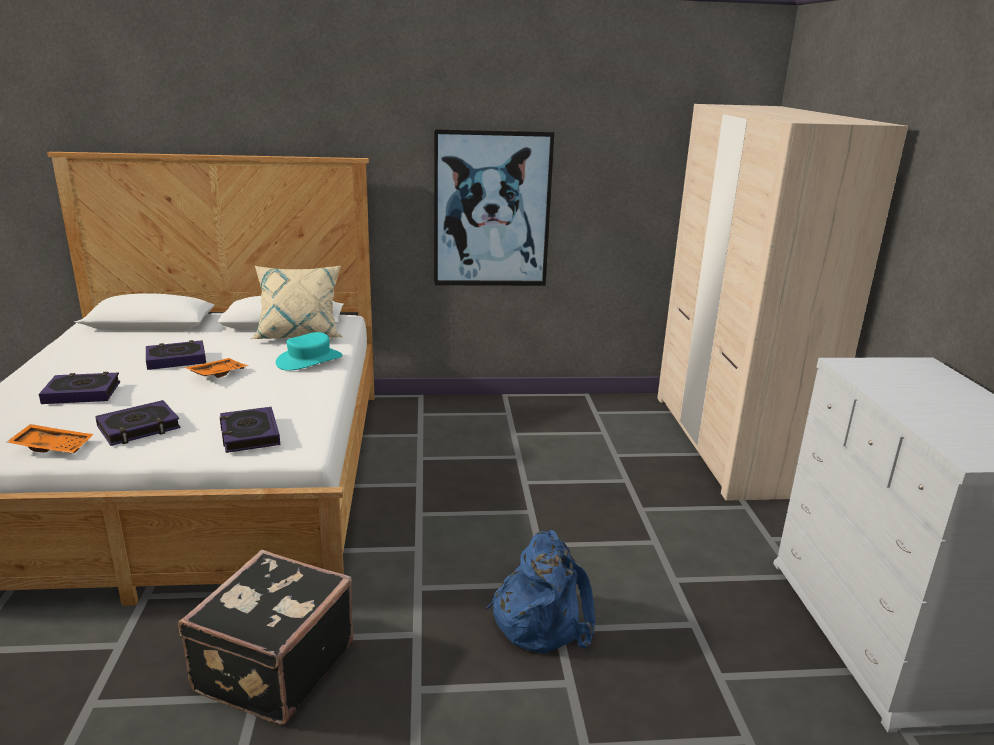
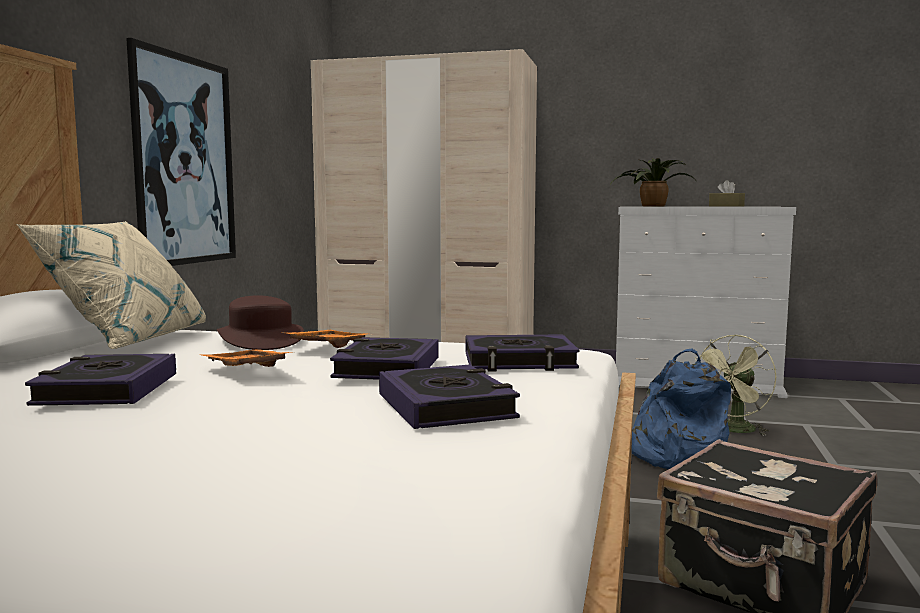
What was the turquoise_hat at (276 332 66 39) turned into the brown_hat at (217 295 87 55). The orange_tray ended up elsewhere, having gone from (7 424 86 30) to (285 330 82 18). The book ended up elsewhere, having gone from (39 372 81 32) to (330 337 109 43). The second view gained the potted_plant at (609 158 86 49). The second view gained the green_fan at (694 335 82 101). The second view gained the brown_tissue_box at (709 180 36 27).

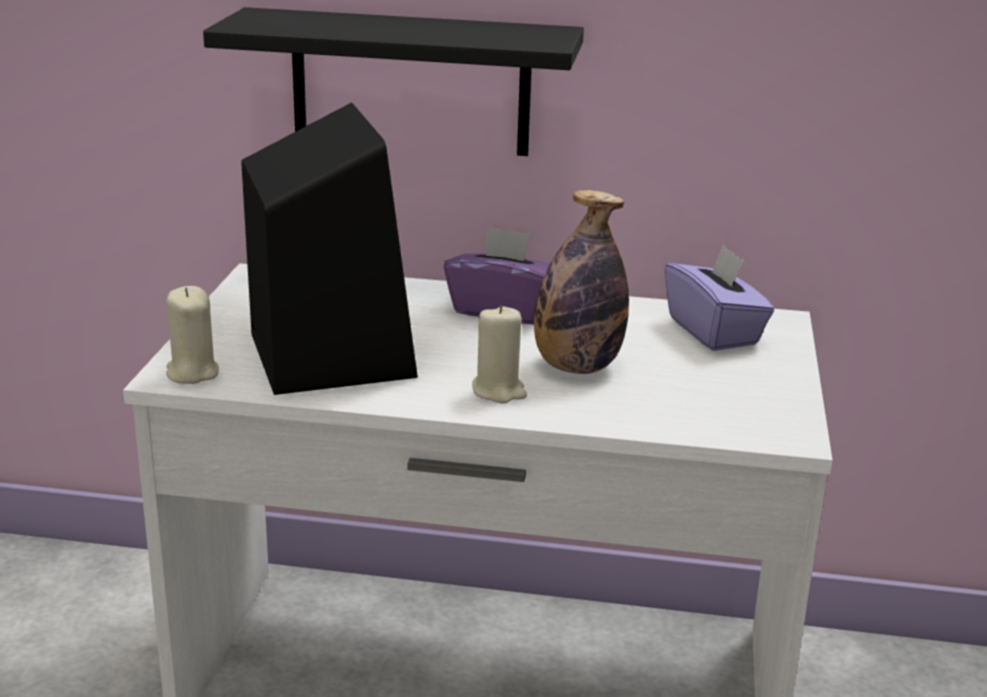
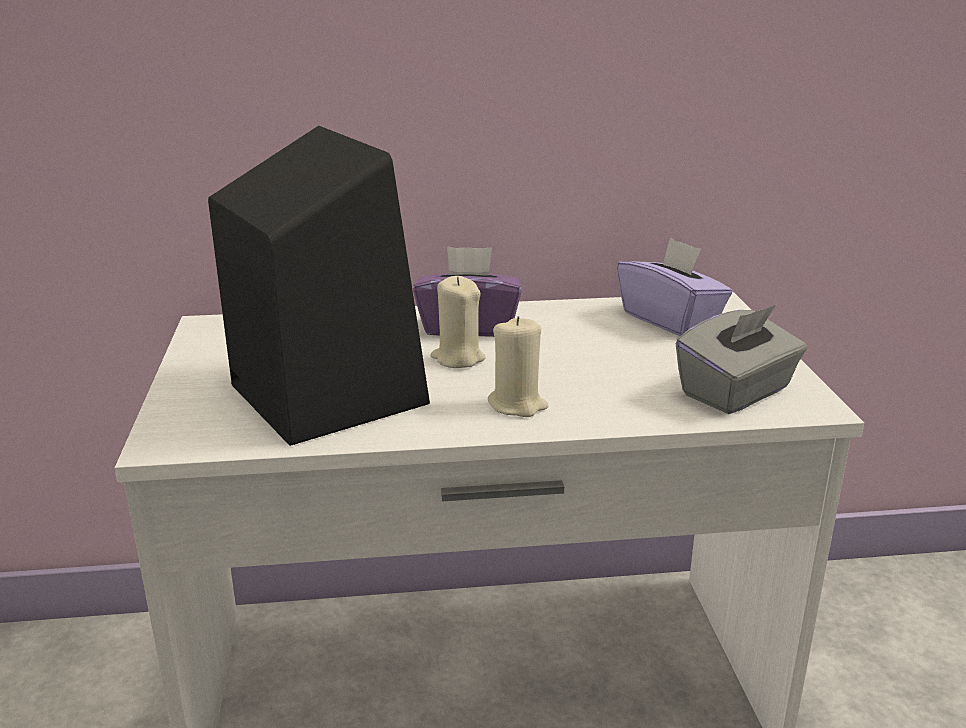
The beige_candle ended up elsewhere, having gone from (166 286 53 98) to (431 276 54 92). The second view gained the grey_tissue_box at (676 305 131 109). The second view lost the black_shelf at (203 7 381 149). The second view lost the bottle at (534 190 95 184).

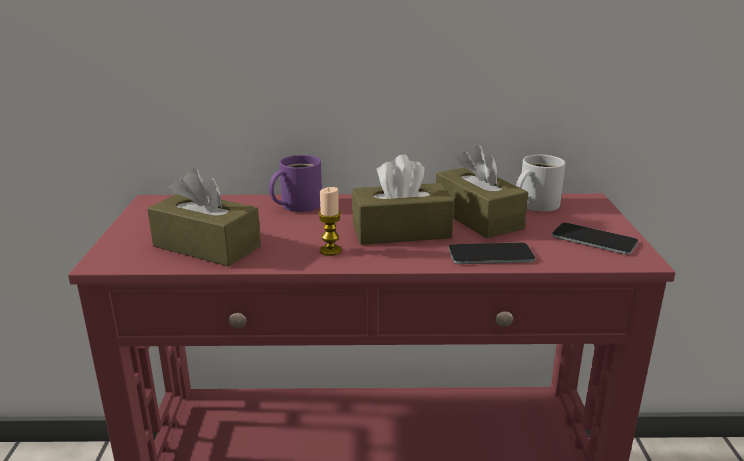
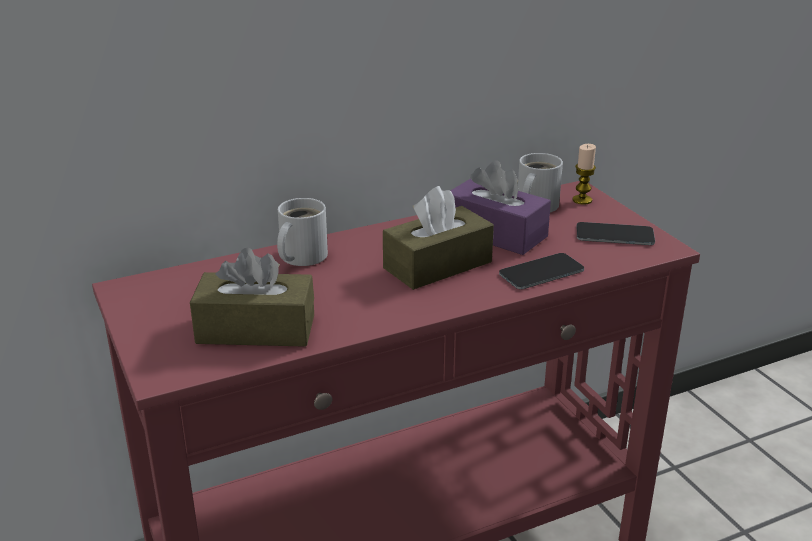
What was the purple_mug at (269 155 53 57) turned into the white_mug at (277 198 51 68). What was the brown_tissue_box at (436 145 92 93) turned into the purple_tissue_box at (450 160 101 95). The candle ended up elsewhere, having gone from (318 187 24 69) to (572 144 24 60).

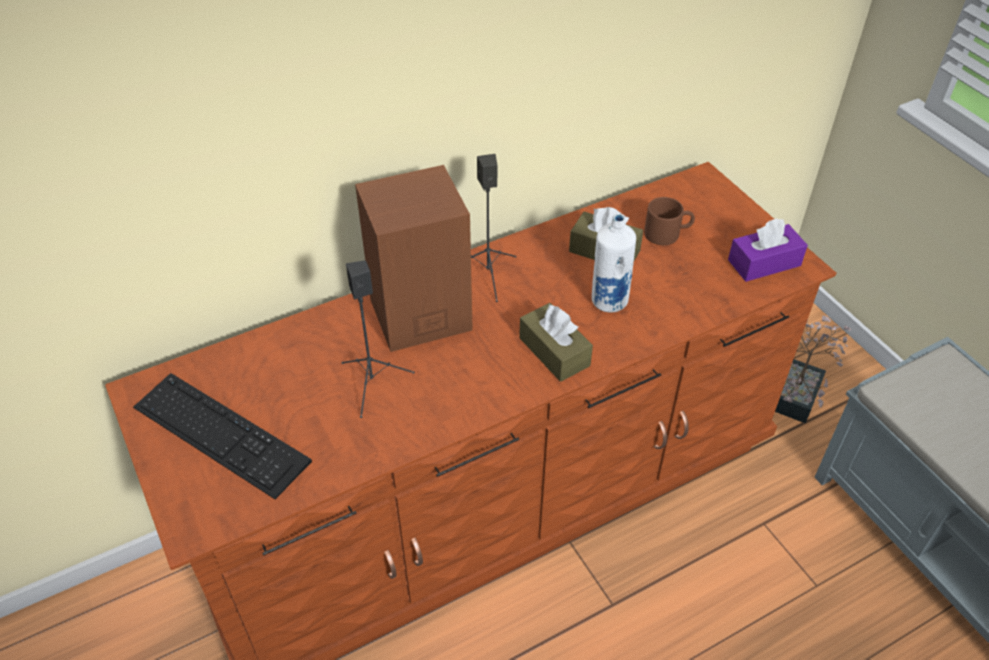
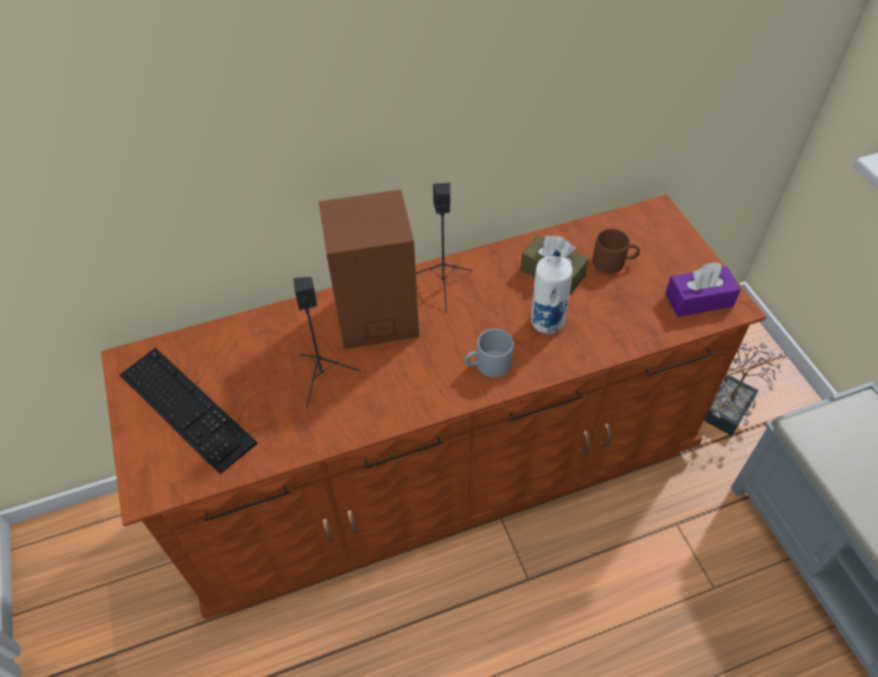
Where the brown_tissue_box stood at (519 303 74 79), the grey_mug came to stand at (464 329 50 48).

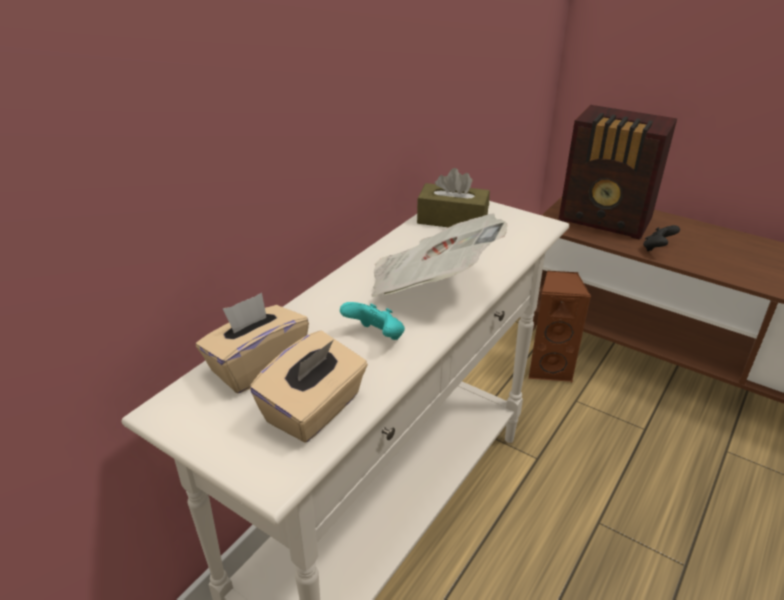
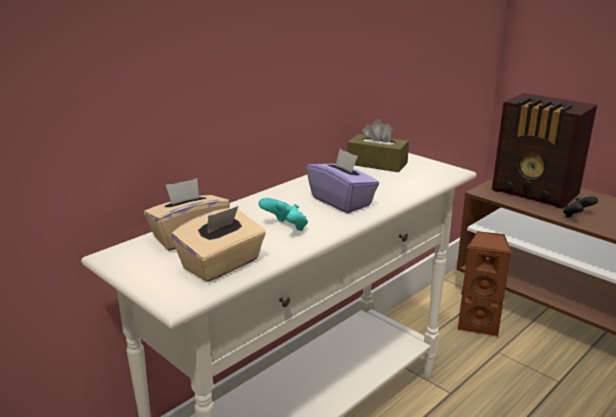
Where the newspaper stood at (371 213 137 84), the purple_tissue_box came to stand at (306 149 73 64).

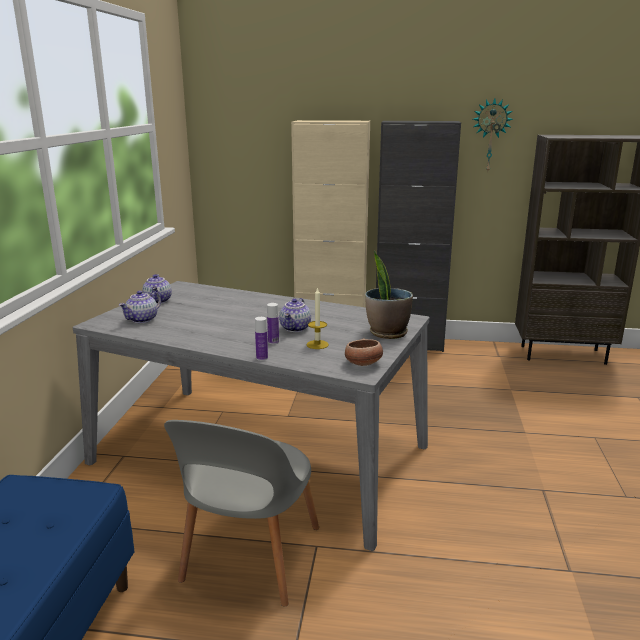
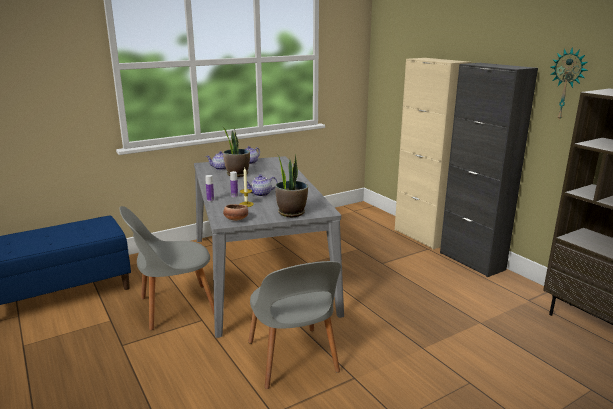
The second view gained the potted_plant at (223 127 27 50). The second view gained the grey_chair at (248 261 93 128).

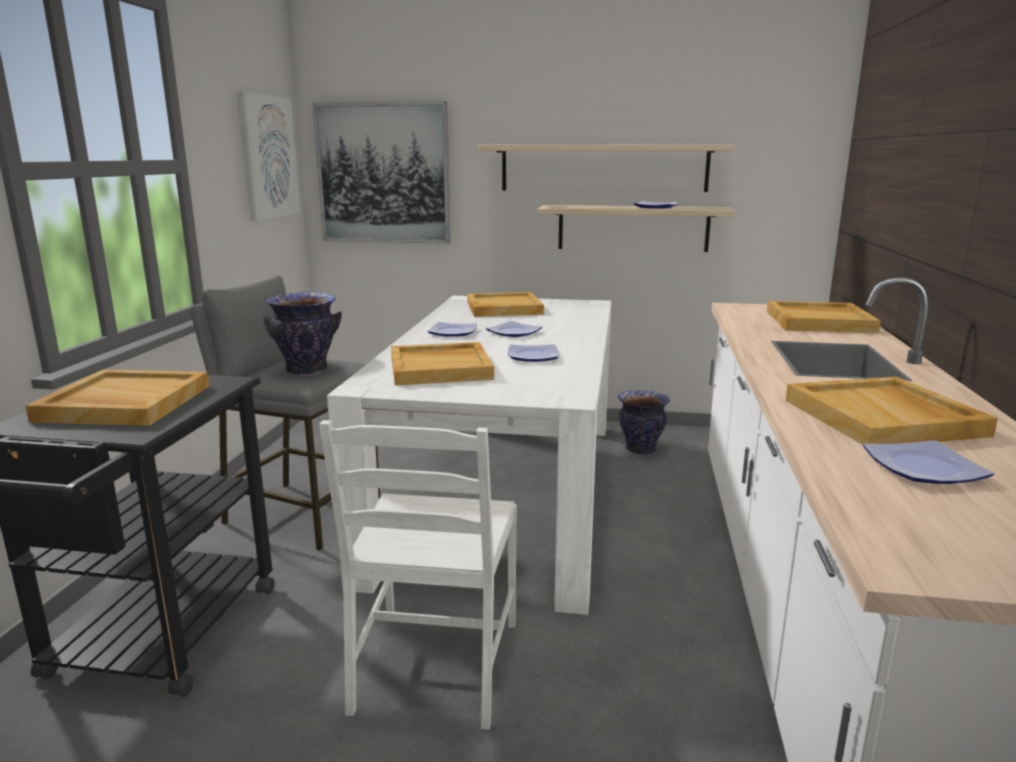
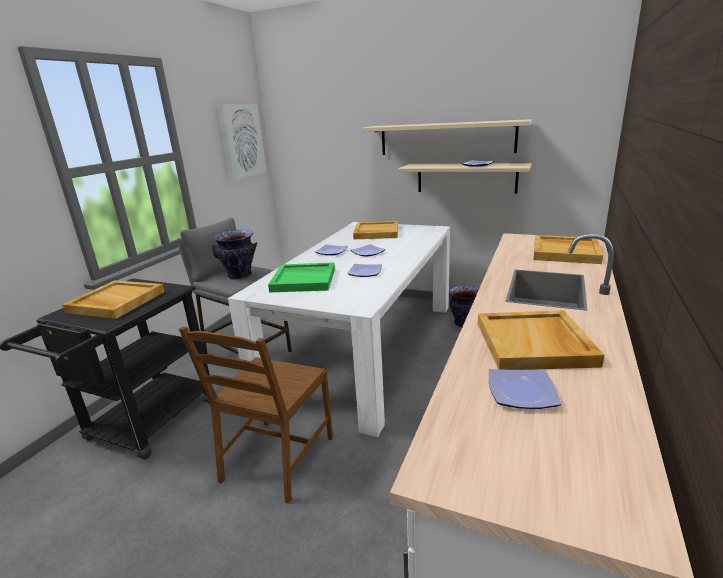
What was the white_chair at (319 420 198 310) turned into the brown_chair at (179 327 154 177). What was the beige_tray at (391 342 103 43) turned into the green_tray at (268 262 67 30). The second view lost the picture at (313 101 138 143).

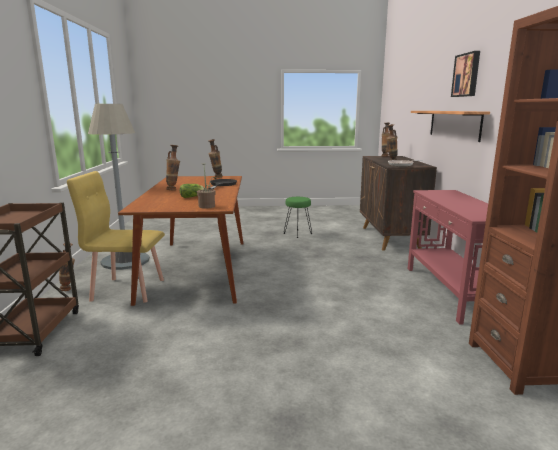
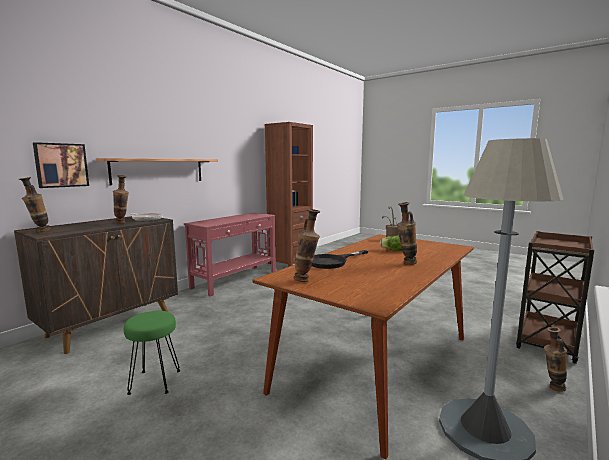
The picture ended up elsewhere, having gone from (451 51 29 46) to (33 142 56 46). The second view lost the yellow_chair at (67 171 98 132).

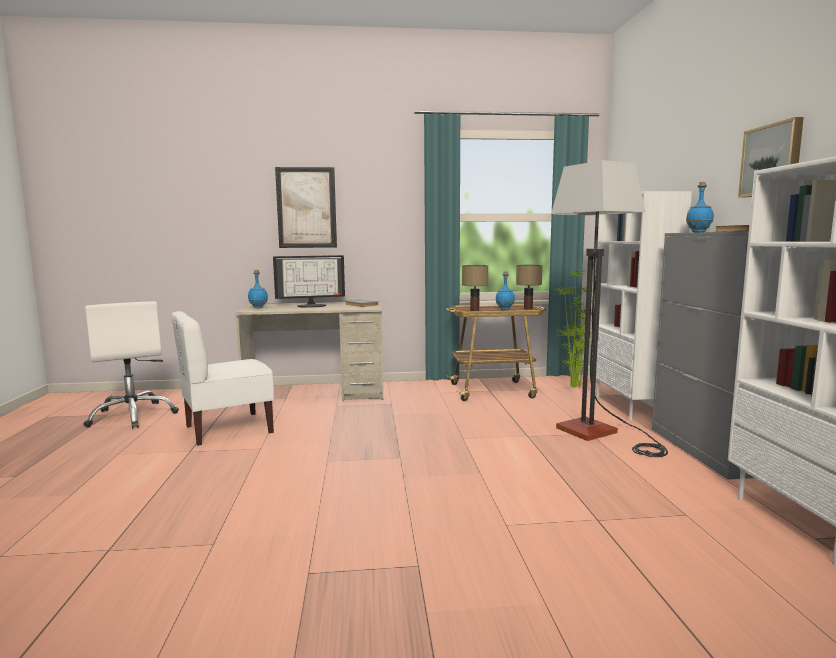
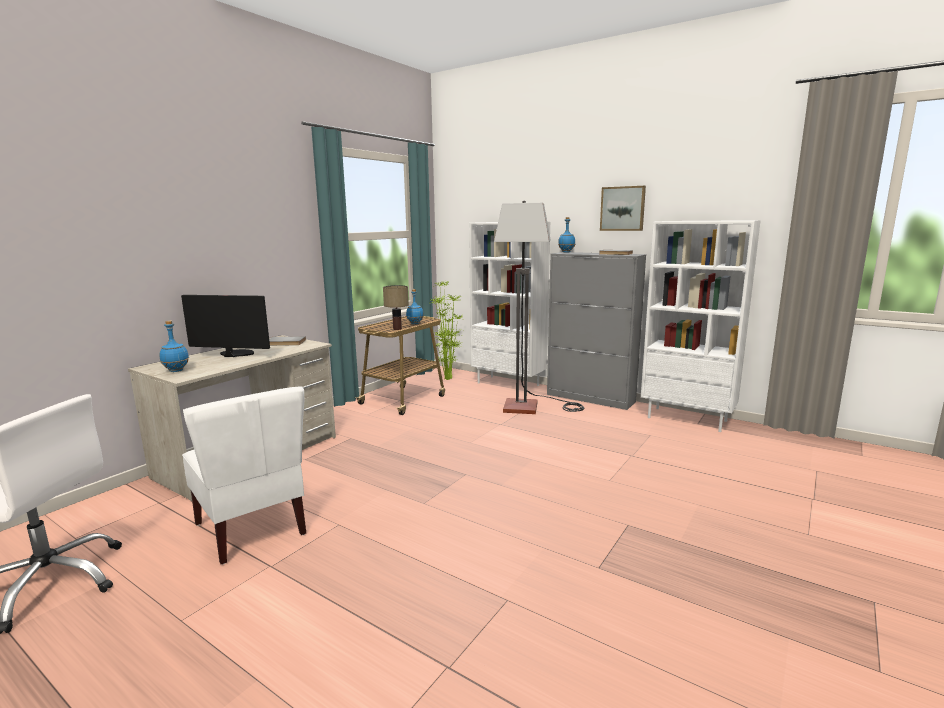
The monitor at (273 255 72 53) ended up facing another way, 105 degrees counterclockwise from before. The white_chair at (171 311 103 135) ended up facing another way, 45 degrees counterclockwise from before. The second view lost the picture at (275 167 62 81). The second view lost the table_lamp at (516 265 26 44).

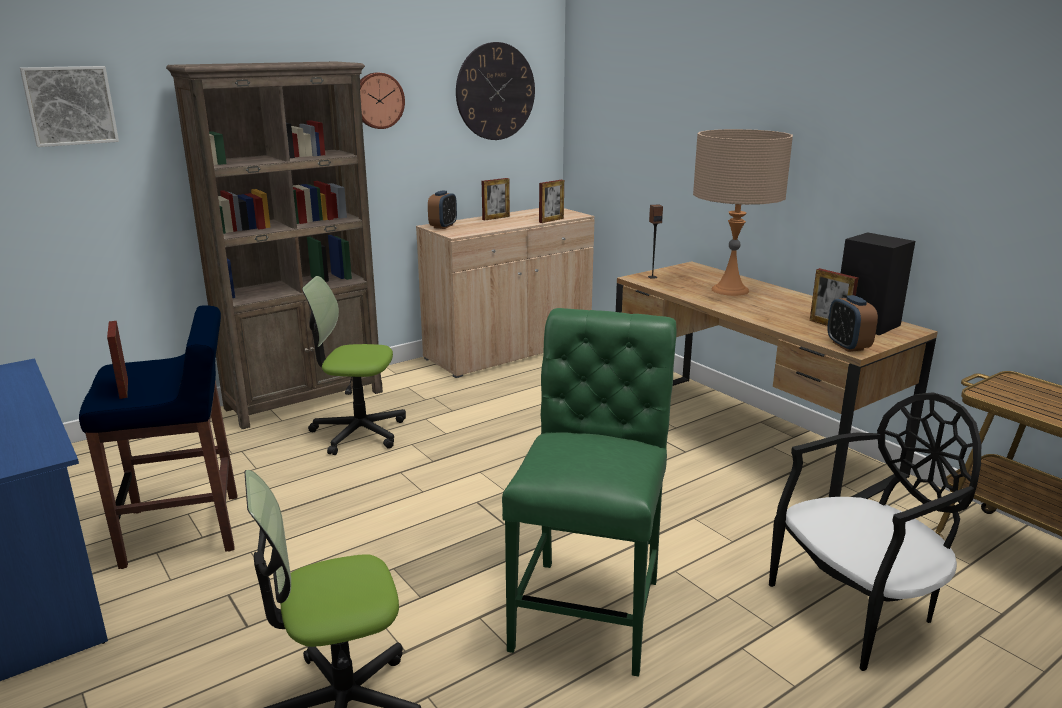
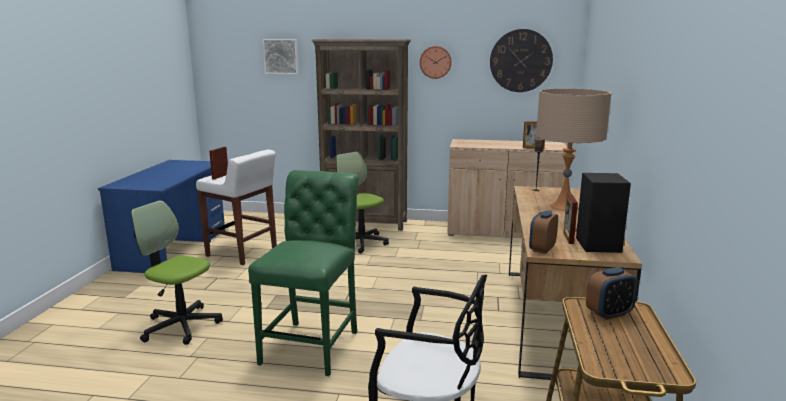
What was the blue_stool at (79 305 158 264) turned into the white_stool at (196 149 81 116). The green_chair at (502 308 174 369) ended up facing another way, 45 degrees counterclockwise from before. The alarm_clock ended up elsewhere, having gone from (428 190 29 39) to (586 267 52 53). The second view lost the picture_frame at (482 178 28 42).

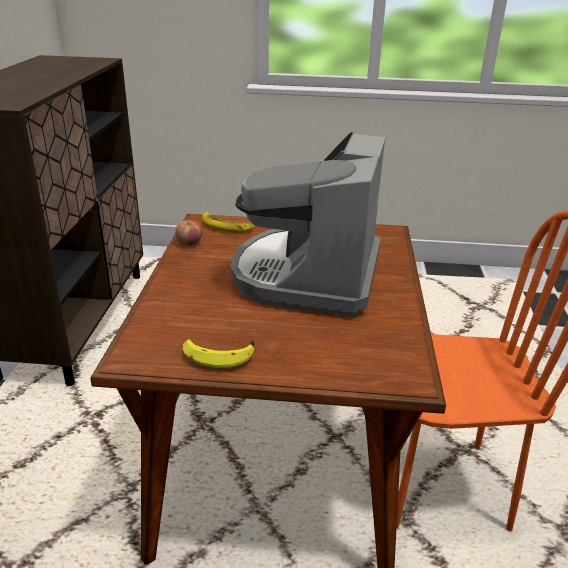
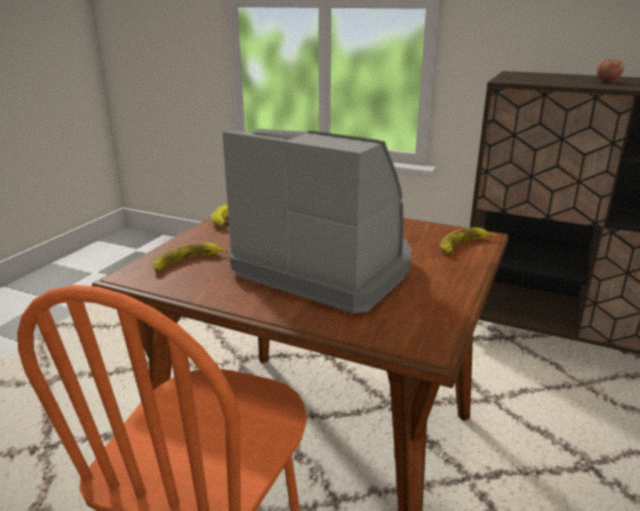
The second view gained the banana at (152 243 76 28). The apple ended up elsewhere, having gone from (175 220 27 26) to (597 59 27 23).

